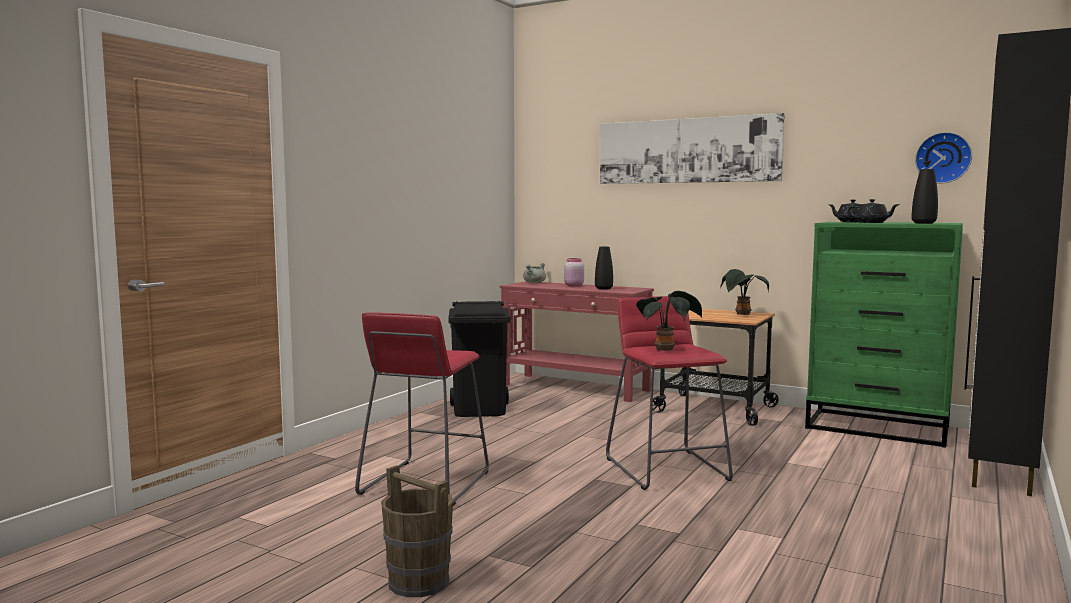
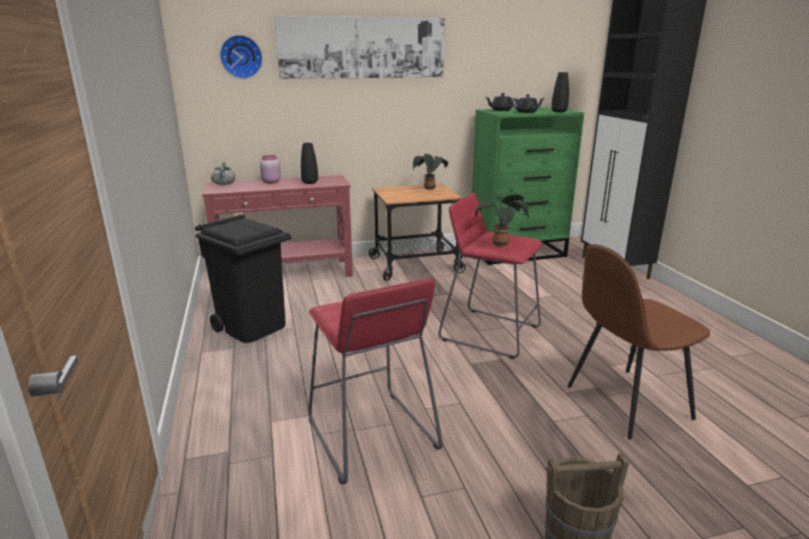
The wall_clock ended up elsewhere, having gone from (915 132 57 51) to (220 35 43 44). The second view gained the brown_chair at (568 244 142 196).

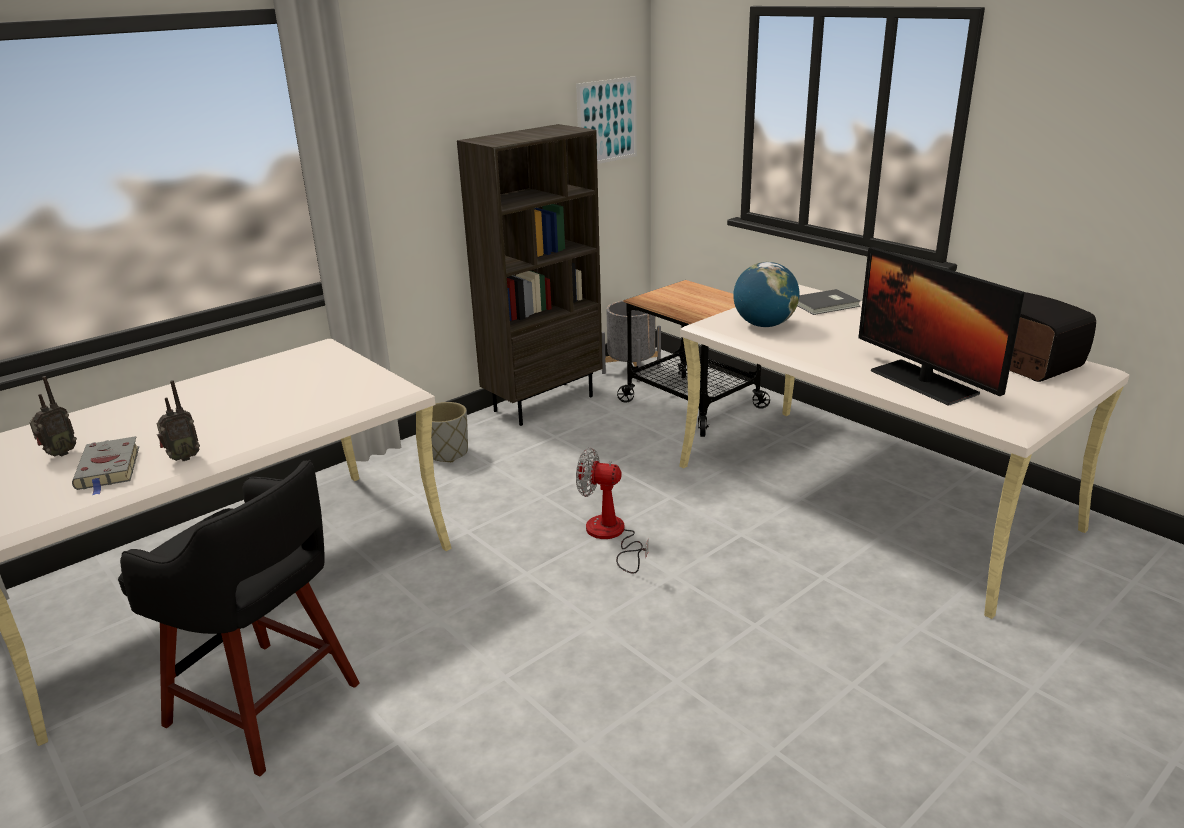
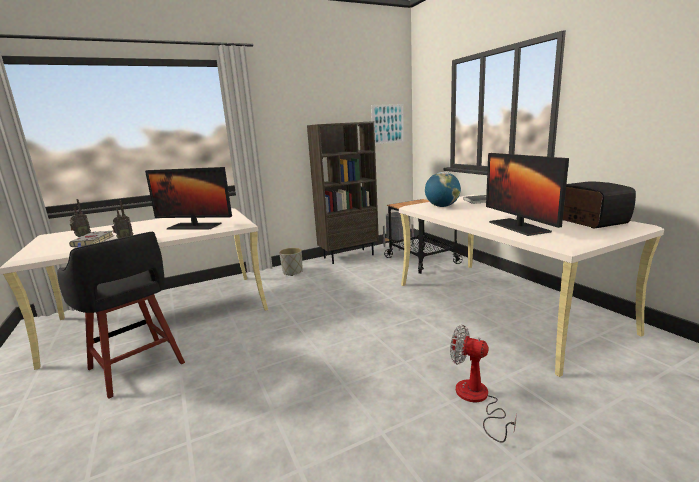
The second view gained the monitor at (145 167 87 62). The fan ended up elsewhere, having gone from (576 448 72 126) to (450 325 67 118).

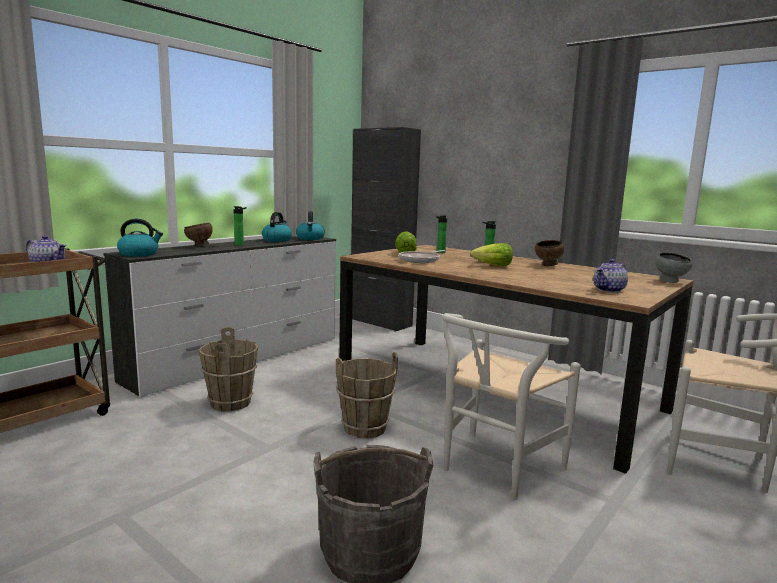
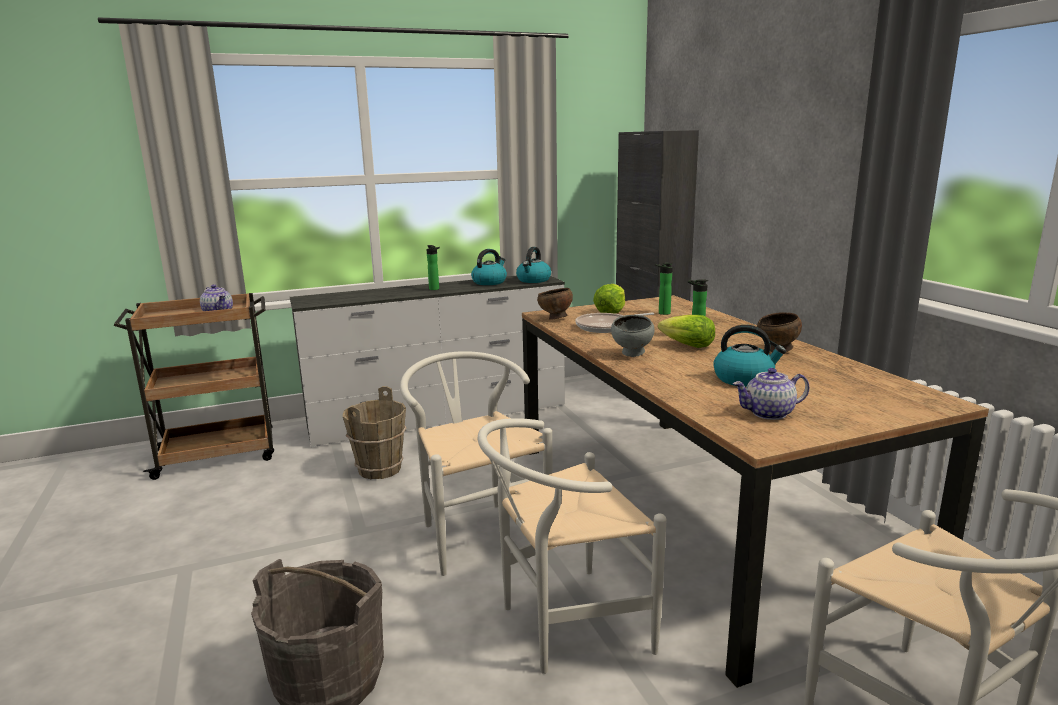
Where the brown_bucket stood at (336 352 62 87), the white_chair came to stand at (400 351 153 225). The brown_bowl ended up elsewhere, having gone from (184 223 29 23) to (537 288 36 32). The grey_bowl ended up elsewhere, having gone from (655 252 38 31) to (611 315 44 42). The kettle ended up elsewhere, having gone from (117 219 46 38) to (714 325 72 62).

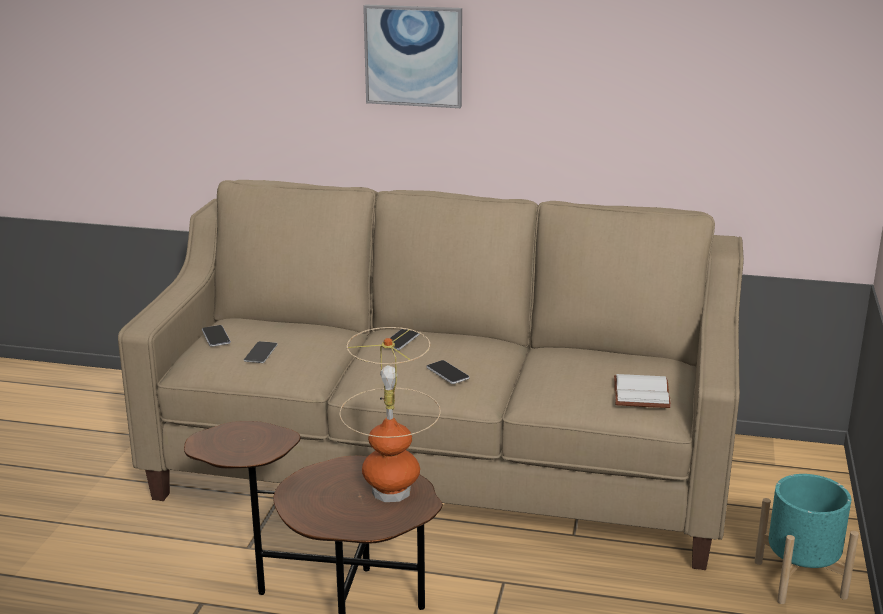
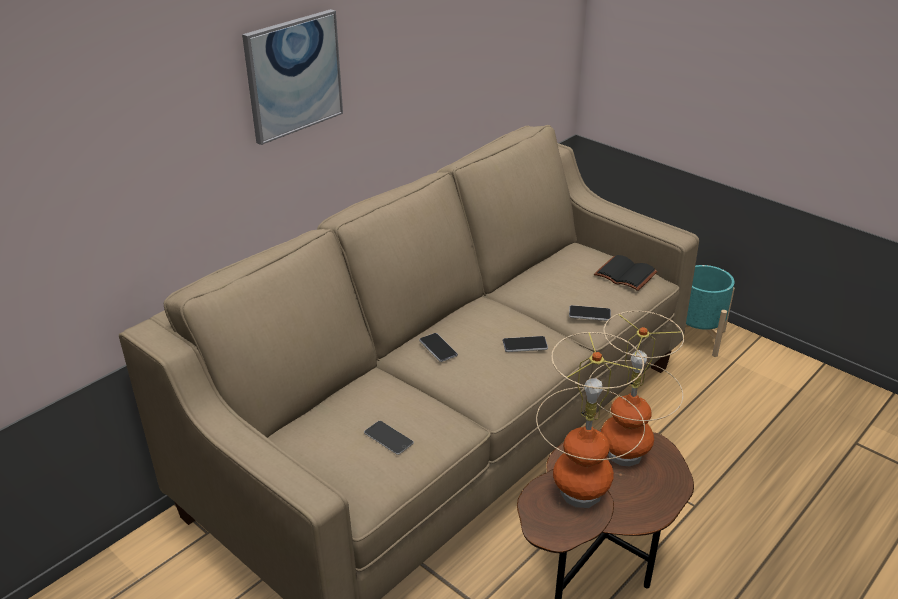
The second view gained the table_lamp at (536 332 109 176). The phone ended up elsewhere, having gone from (202 325 29 22) to (569 305 42 16). What was the white_book at (614 374 57 34) turned into the black_book at (594 255 64 36).

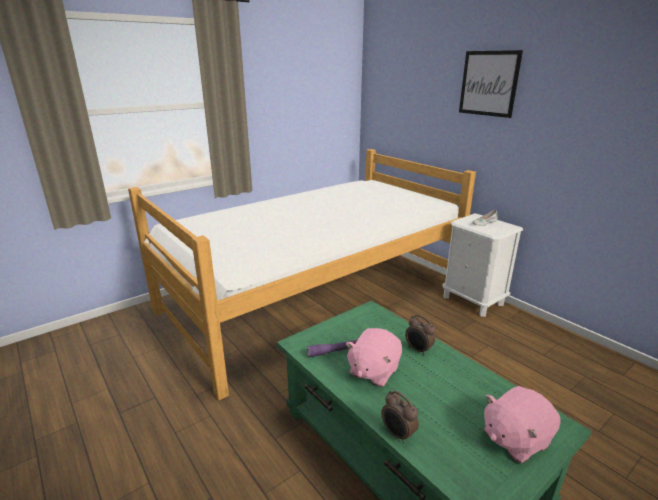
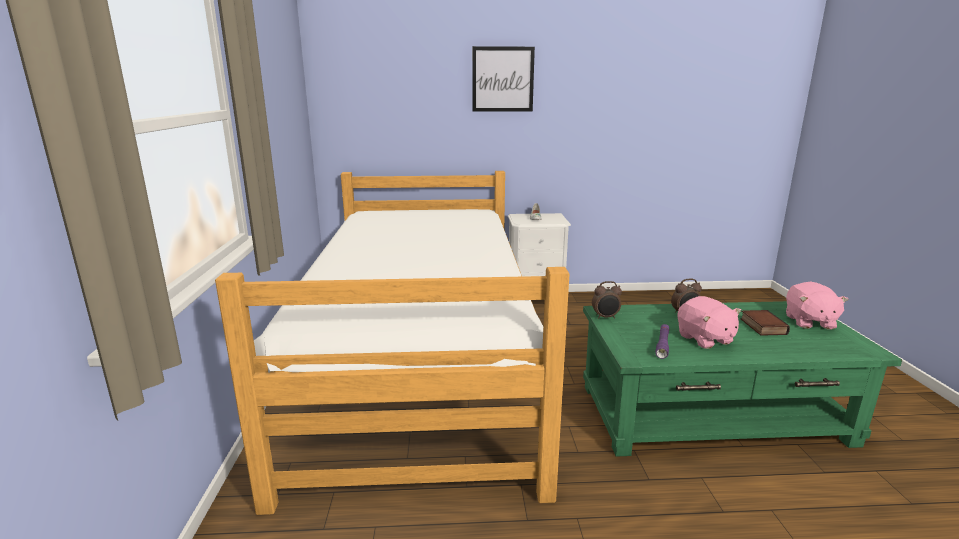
The alarm_clock ended up elsewhere, having gone from (381 391 38 53) to (592 281 30 38). The second view gained the book at (741 310 49 26).

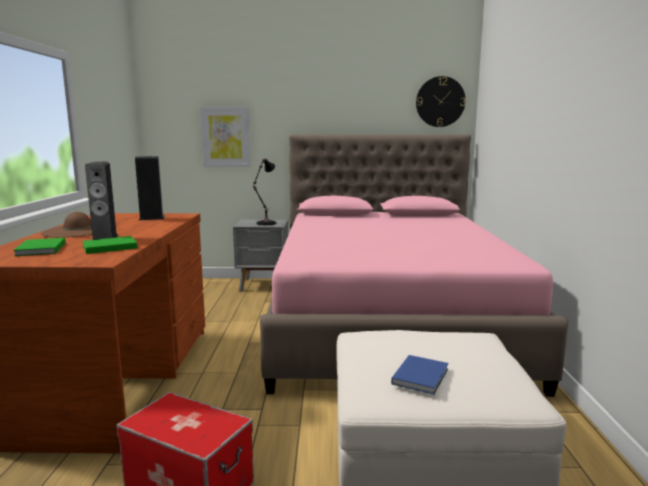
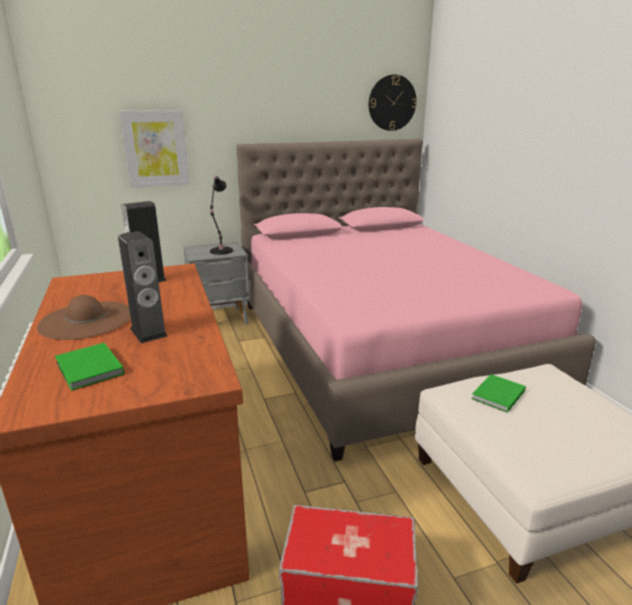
The green_book ended up elsewhere, having gone from (82 236 56 18) to (471 374 55 39). The second view lost the blue_book at (391 355 57 39).

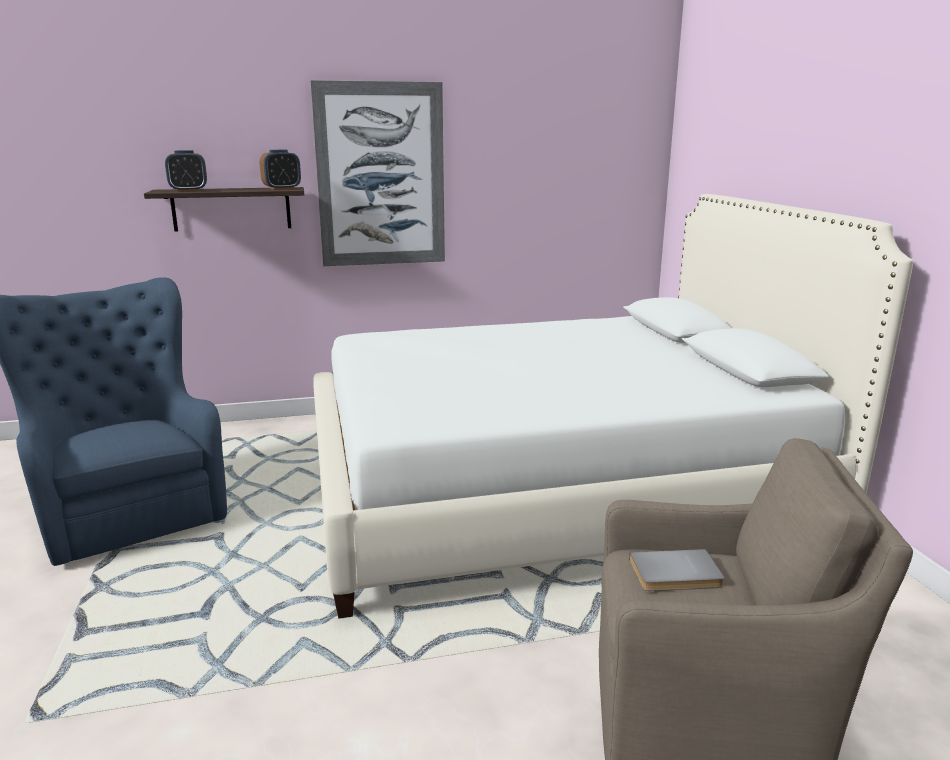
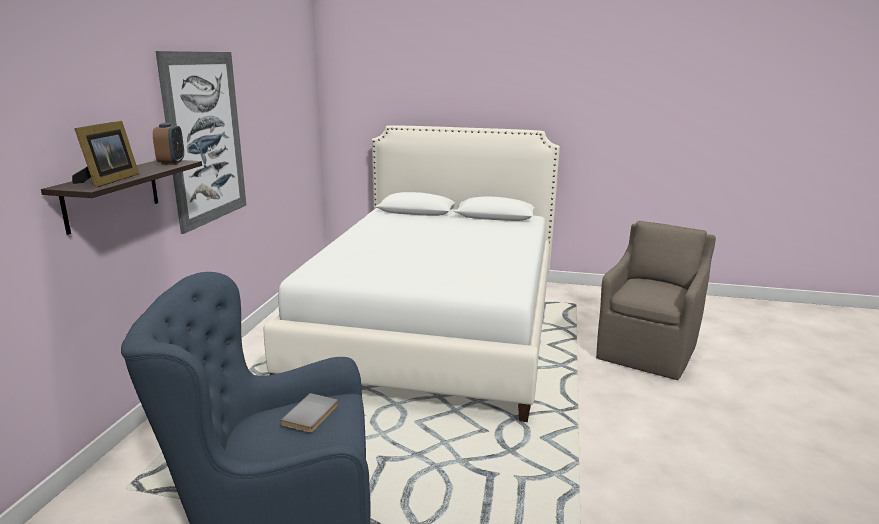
Where the alarm_clock stood at (165 150 42 42), the picture_frame came to stand at (72 120 67 68). The grey_book ended up elsewhere, having gone from (629 549 96 42) to (280 393 58 40).

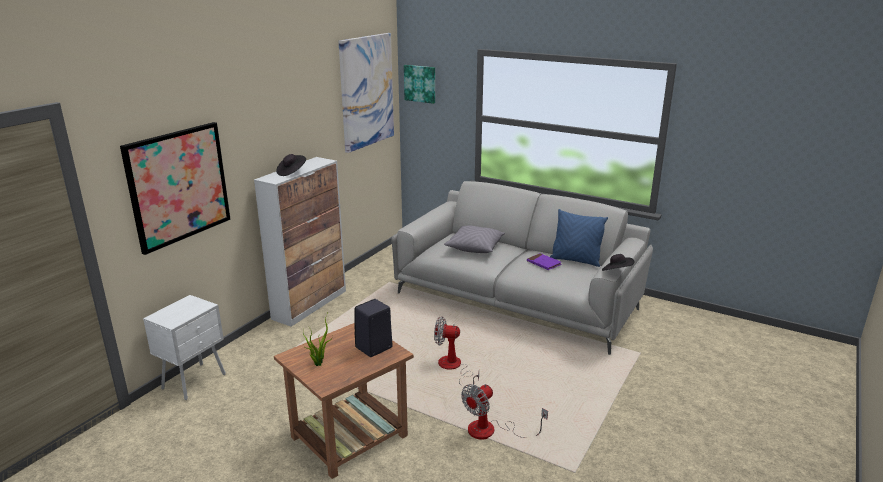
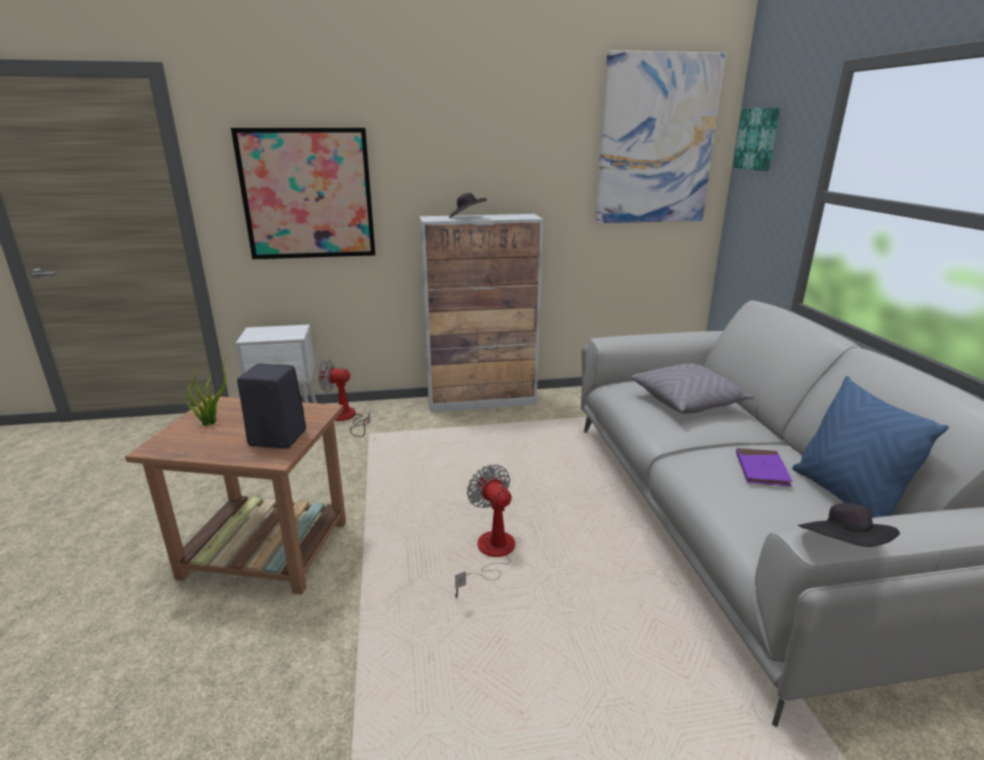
The fan ended up elsewhere, having gone from (461 384 87 56) to (318 359 53 78).

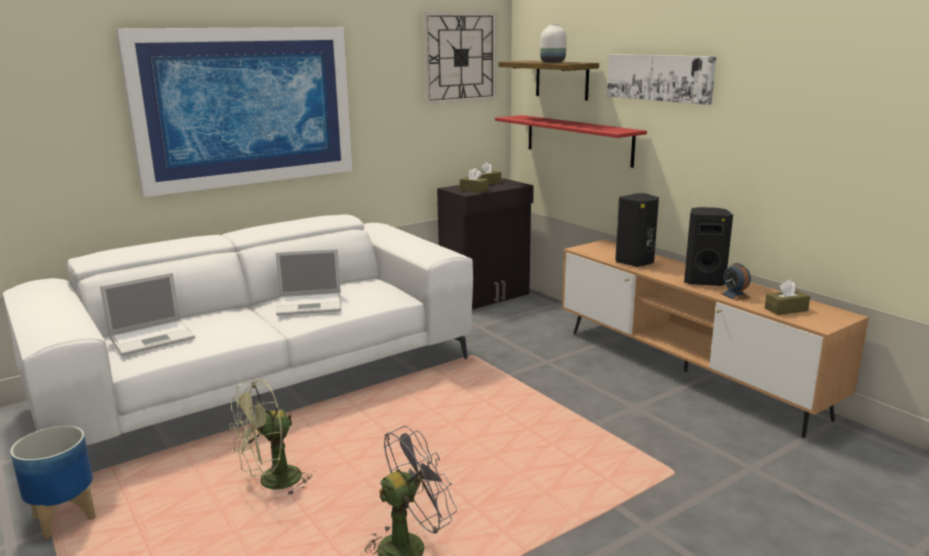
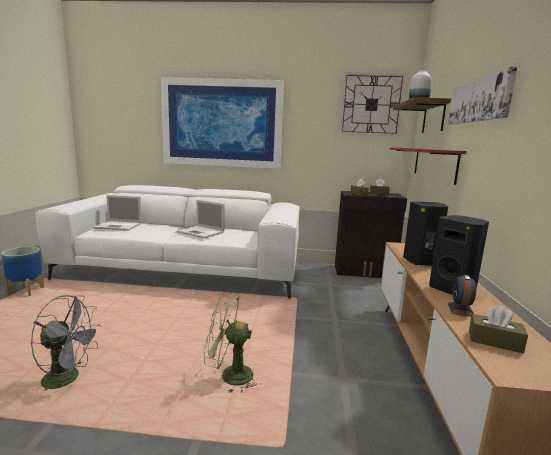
The green_fan ended up elsewhere, having gone from (229 379 87 116) to (203 293 59 100).

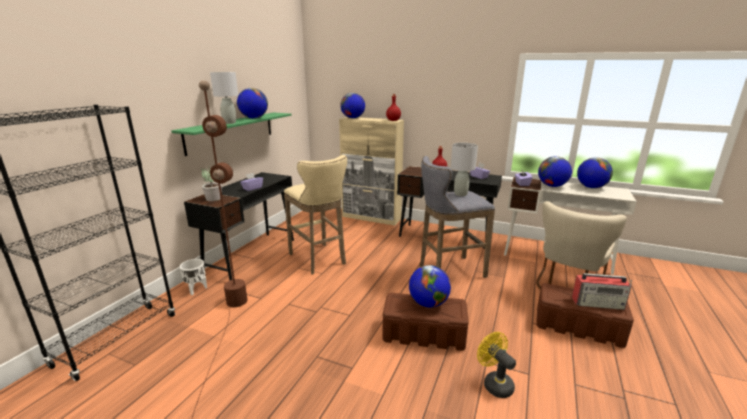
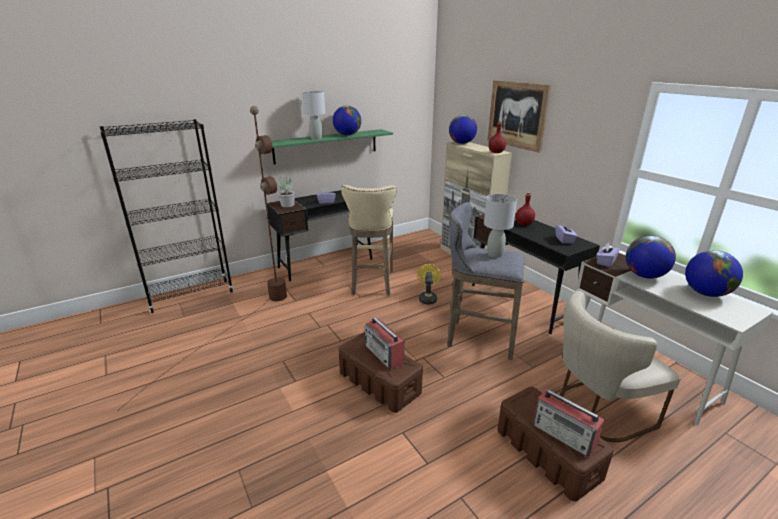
Where the globe stood at (409 265 42 43), the radio came to stand at (365 317 39 52). The yellow_fan ended up elsewhere, having gone from (477 332 39 66) to (417 264 24 40). The second view gained the picture at (488 80 63 73). The second view lost the white_planter at (180 259 27 36).

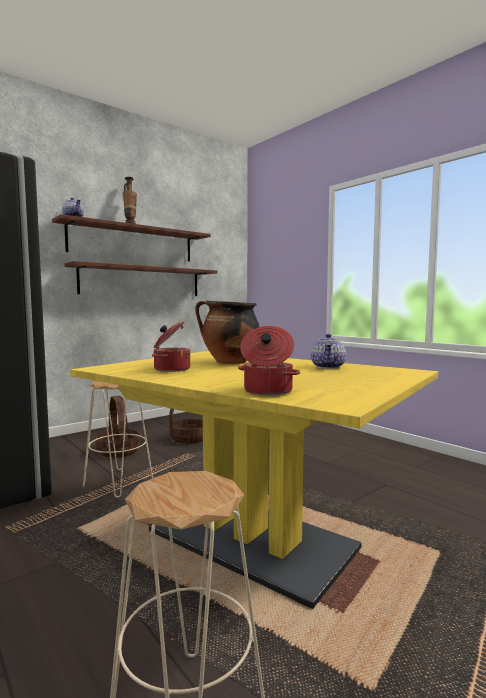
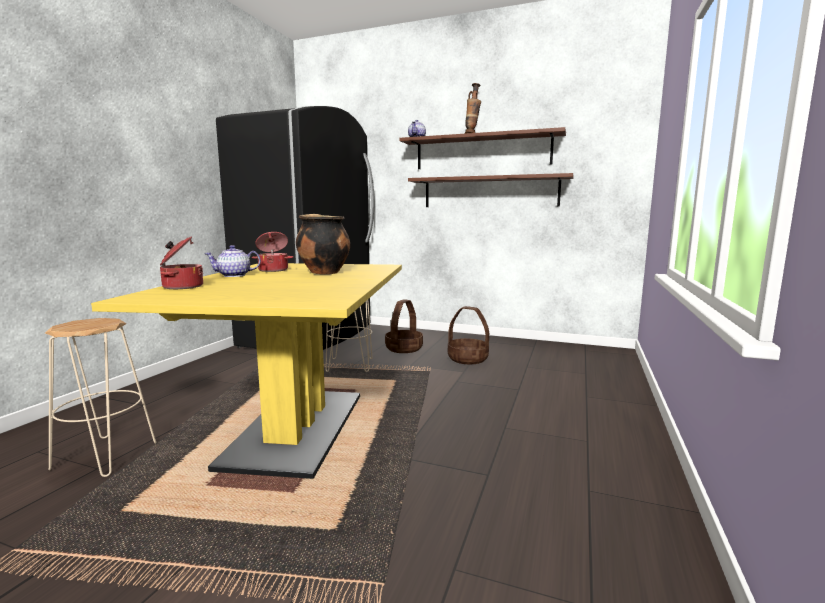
The teapot ended up elsewhere, having gone from (311 334 35 35) to (205 245 56 32).

